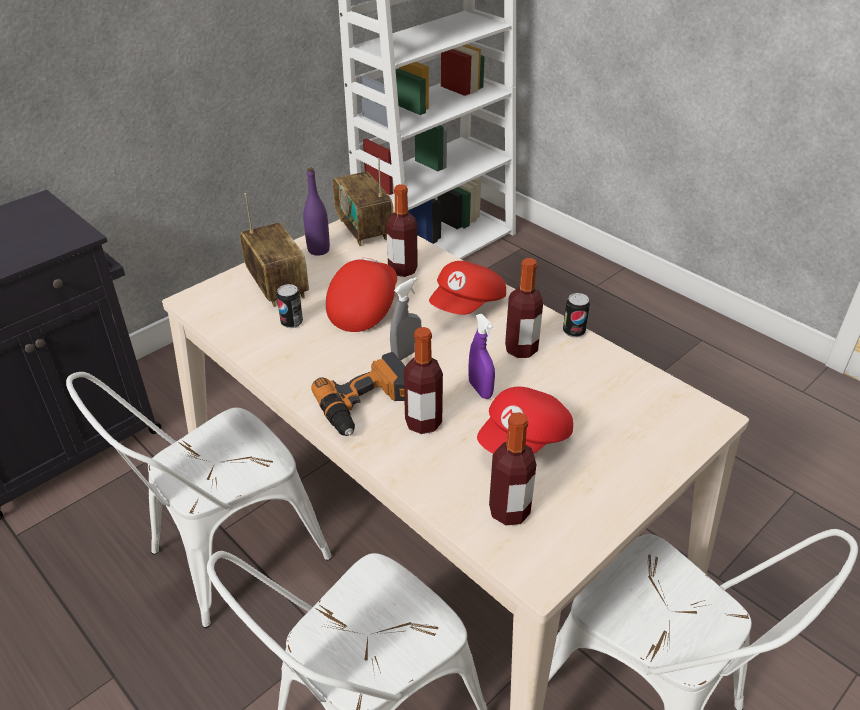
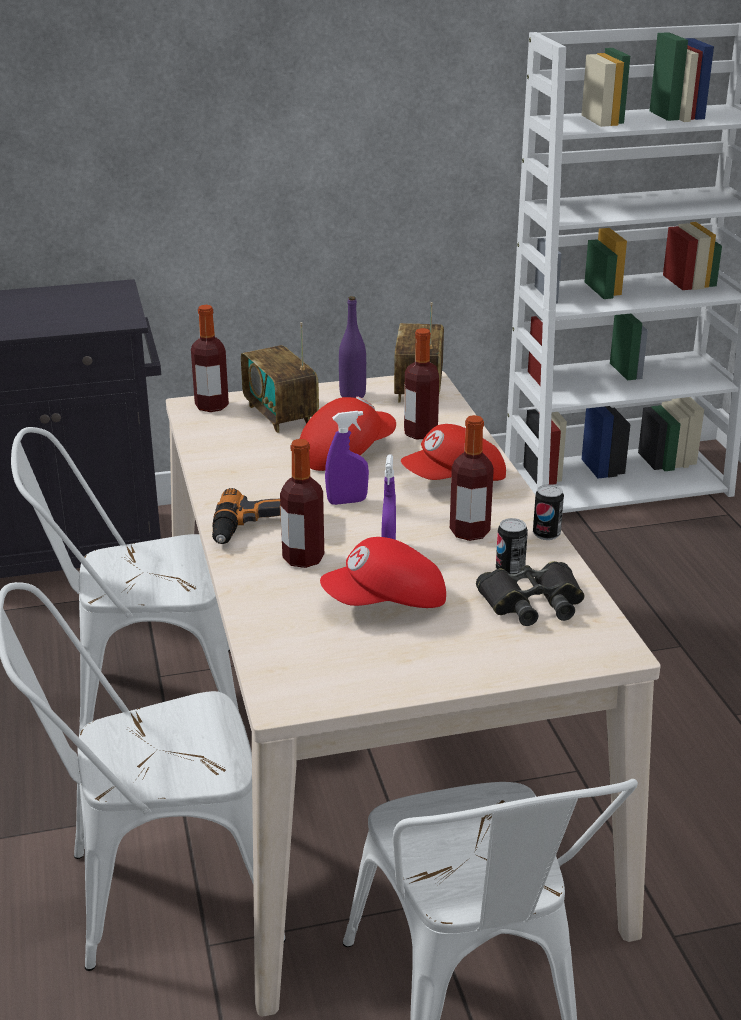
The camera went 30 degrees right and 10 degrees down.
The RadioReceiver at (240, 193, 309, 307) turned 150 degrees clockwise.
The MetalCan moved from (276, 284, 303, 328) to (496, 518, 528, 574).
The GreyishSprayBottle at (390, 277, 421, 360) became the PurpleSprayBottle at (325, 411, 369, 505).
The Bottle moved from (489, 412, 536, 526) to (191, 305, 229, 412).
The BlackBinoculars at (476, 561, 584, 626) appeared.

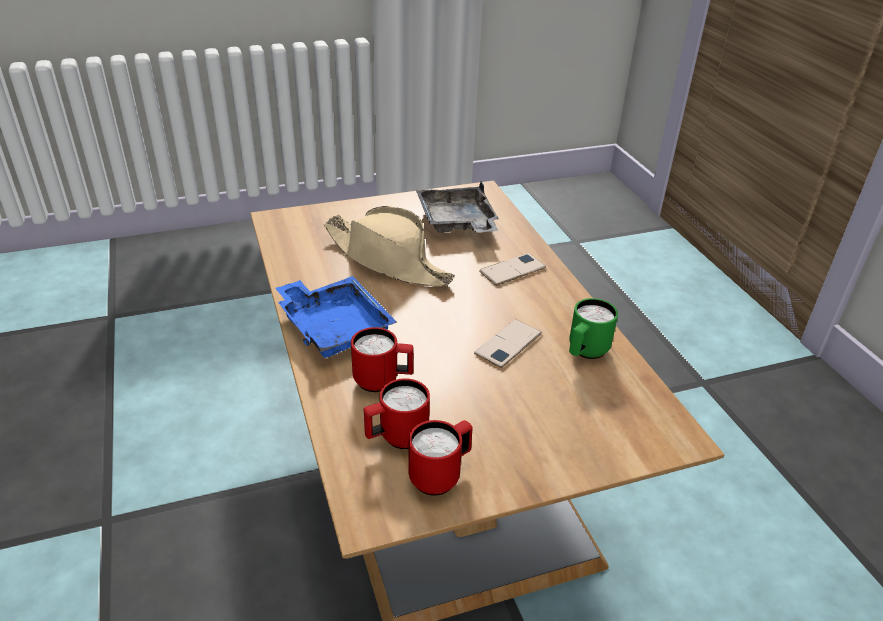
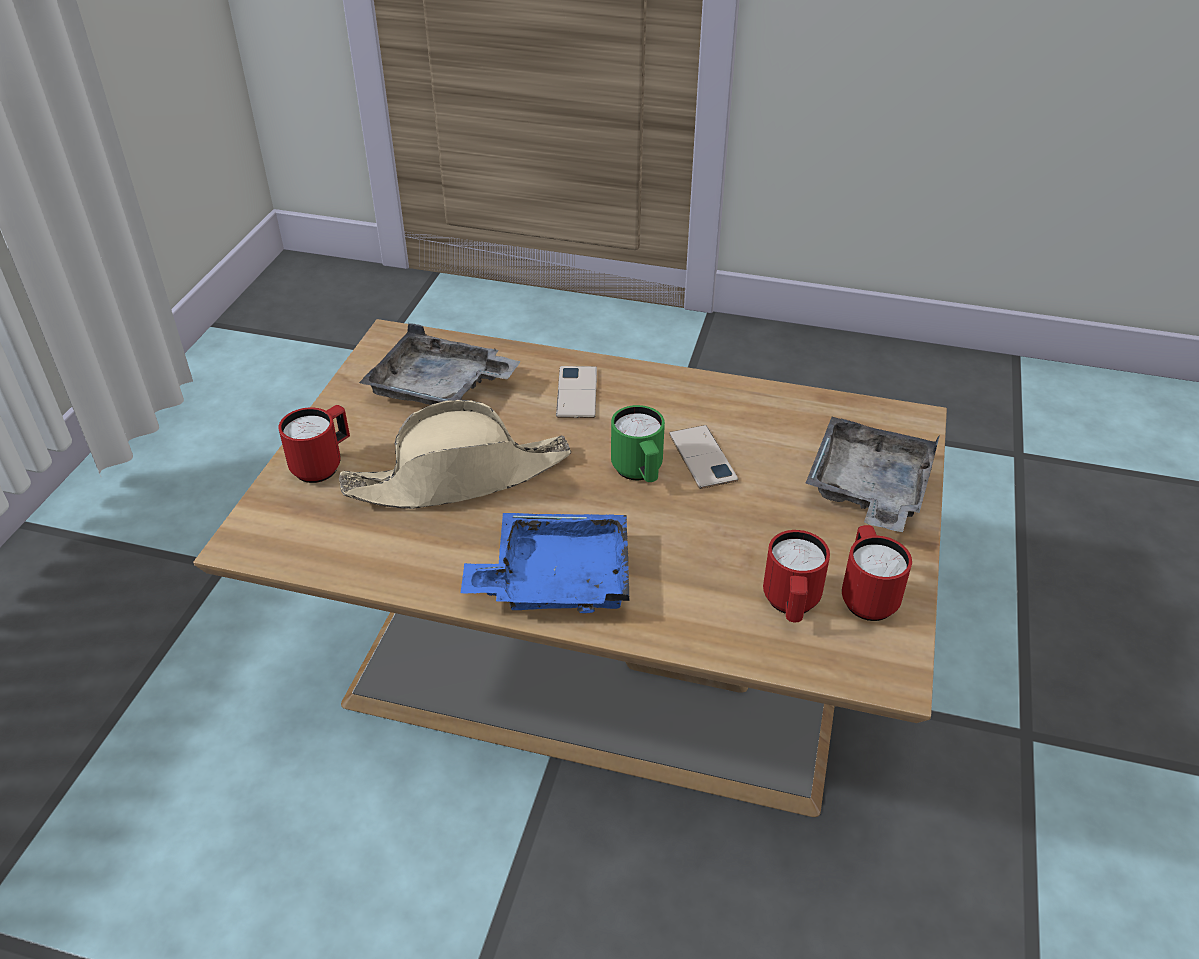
The camera went 55 degrees left and 5 degrees up.
The RedCoffeeMug moved from (351, 327, 413, 392) to (278, 405, 350, 483).
The GreenColouredCoffeeMug moved from (569, 298, 618, 359) to (611, 405, 665, 482).
The GreyishTray at (806, 417, 940, 532) appeared.

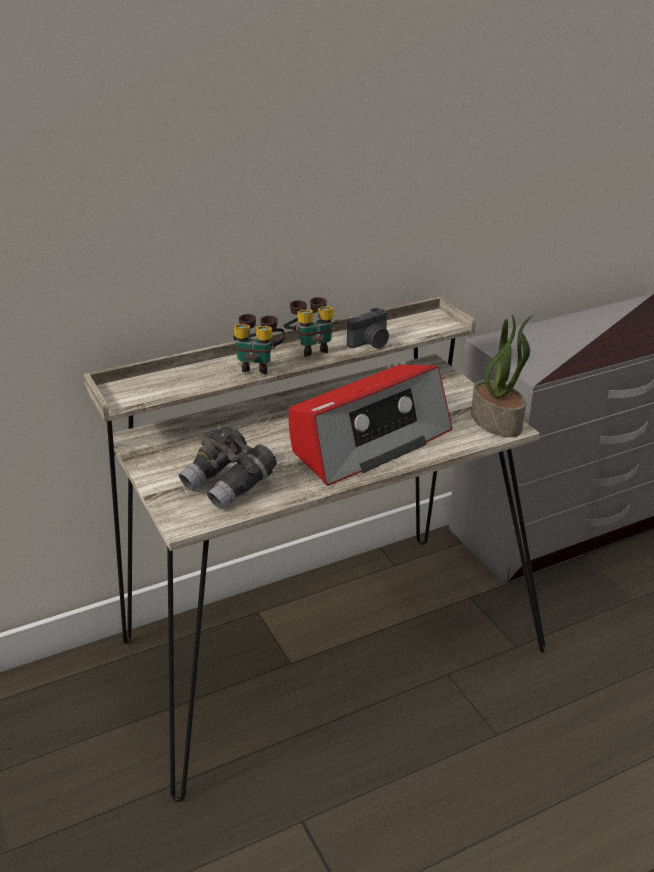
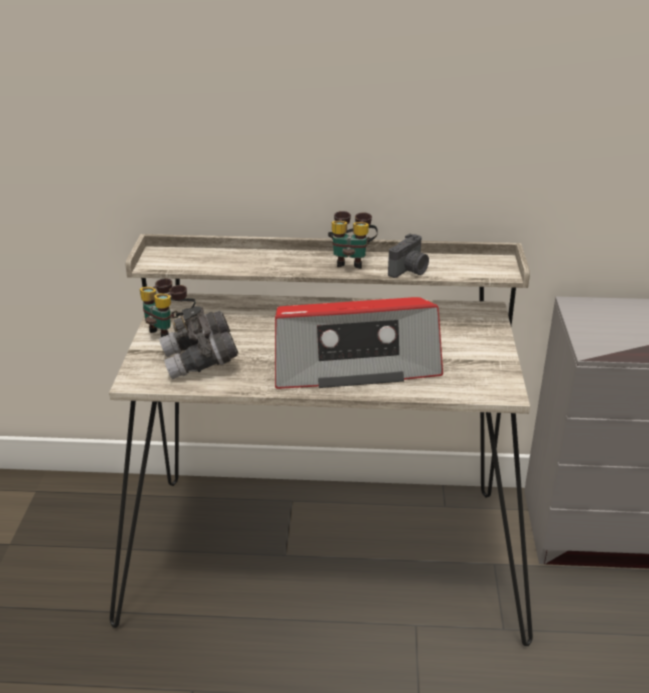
The camera went 30 degrees right and 0 degrees up.
The Binoculars moved from (234, 314, 285, 374) to (140, 278, 195, 337).
The StillCamera at (347, 308, 389, 349) turned 45 degrees counterclockwise.
The PottedPlant at (471, 315, 533, 437) disappeared.

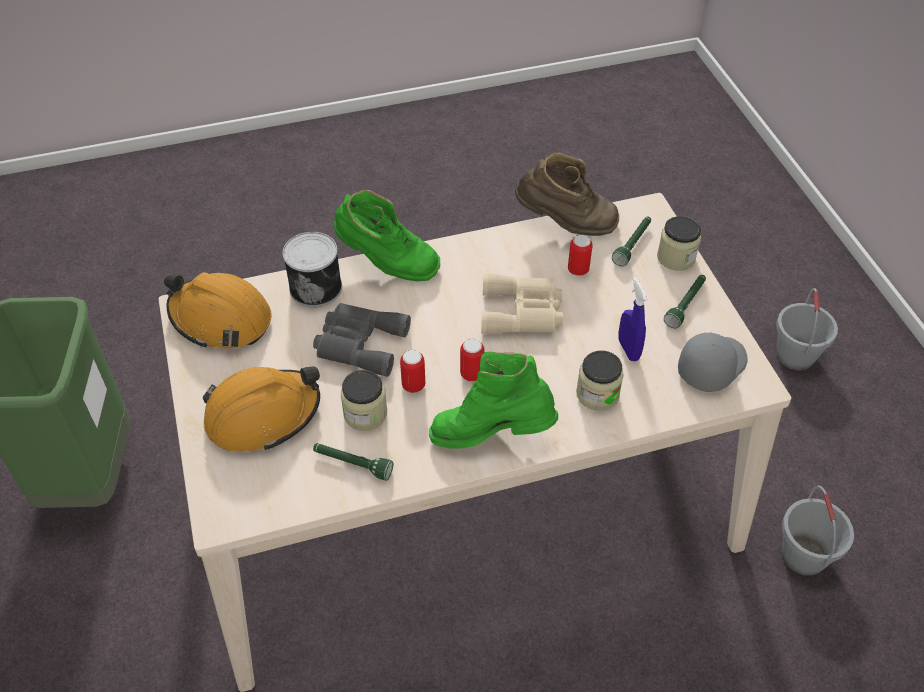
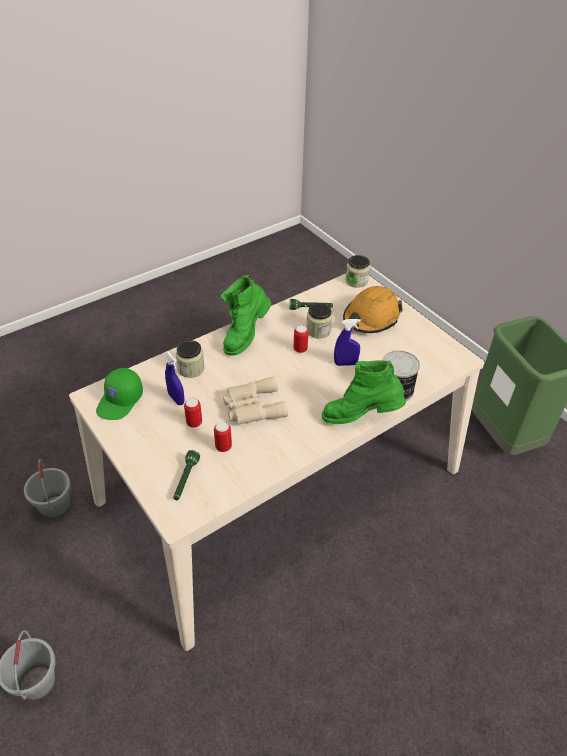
The camera went 160 degrees right and 5 degrees down.
The OrangeHardHat at (164, 272, 272, 348) disappeared.
The GreyishBinoculars at (313, 303, 411, 377) was replaced by the BluishSprayBottle at (334, 319, 361, 366).
The GreenColouredHighTopBoot at (429, 352, 558, 449) turned 135 degrees clockwise.
The MetalCan moved from (460, 339, 484, 382) to (184, 398, 202, 428).
The BrownHighTopBoot at (515, 152, 619, 236) disappeared.
The Jar moved from (657, 216, 701, 271) to (345, 255, 370, 288).
The GreenColouredTorch at (664, 275, 706, 328) disappeared.
The GreyishPeakedCap at (678, 332, 748, 392) became the GreenColouredPeakedCap at (96, 368, 143, 420).

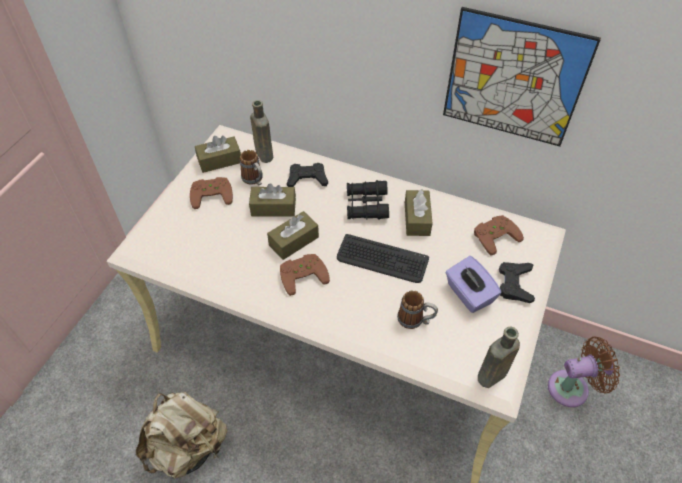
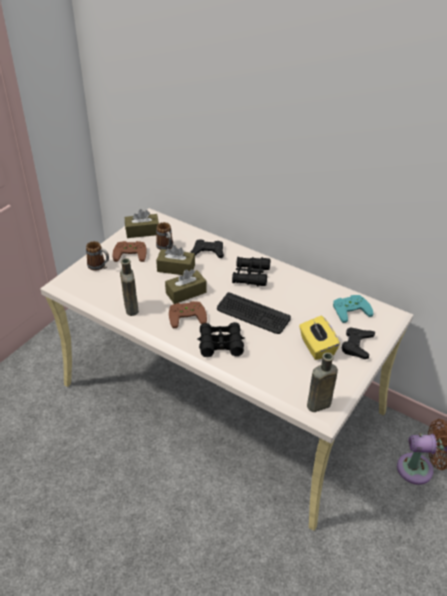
The camera went 10 degrees right and 10 degrees down.
The BeigeColouredRucksack at (136, 392, 227, 478) disappeared.
The BrownBottle moved from (250, 100, 273, 163) to (120, 258, 139, 316).
The CoffeeMug moved from (397, 291, 438, 329) to (86, 241, 109, 271).
The BrownBoxOfTissues at (405, 189, 433, 236) disappeared.
The WallPicture at (443, 7, 601, 147) disappeared.
The PurpleBoxOfTissues at (445, 256, 502, 313) became the YellowColouredBoxOfTissues at (299, 316, 340, 360).
The BrownGameController at (474, 215, 524, 256) became the TurquoiseGameController at (333, 295, 373, 323).
The BlackBinoculars at (197, 322, 245, 357) appeared.

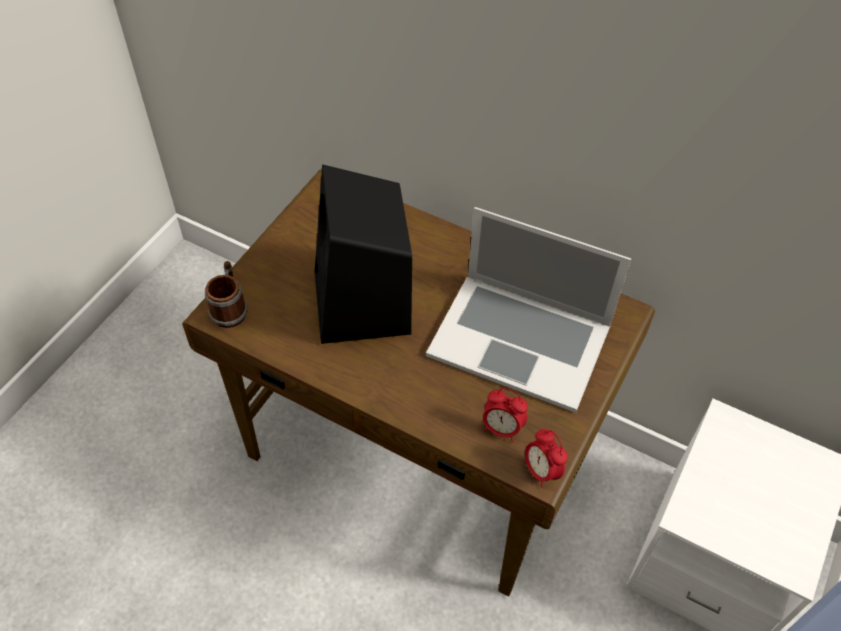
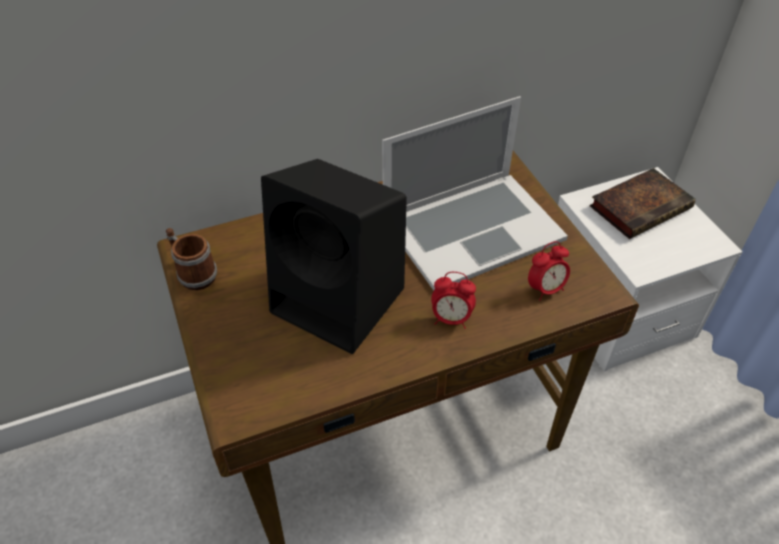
The camera went 50 degrees left and 5 degrees down.
The CoffeeMug moved from (205, 261, 247, 328) to (166, 228, 217, 290).
The TableClock moved from (524, 429, 568, 488) to (431, 272, 476, 329).
The BoundBook at (590, 168, 695, 239) appeared.

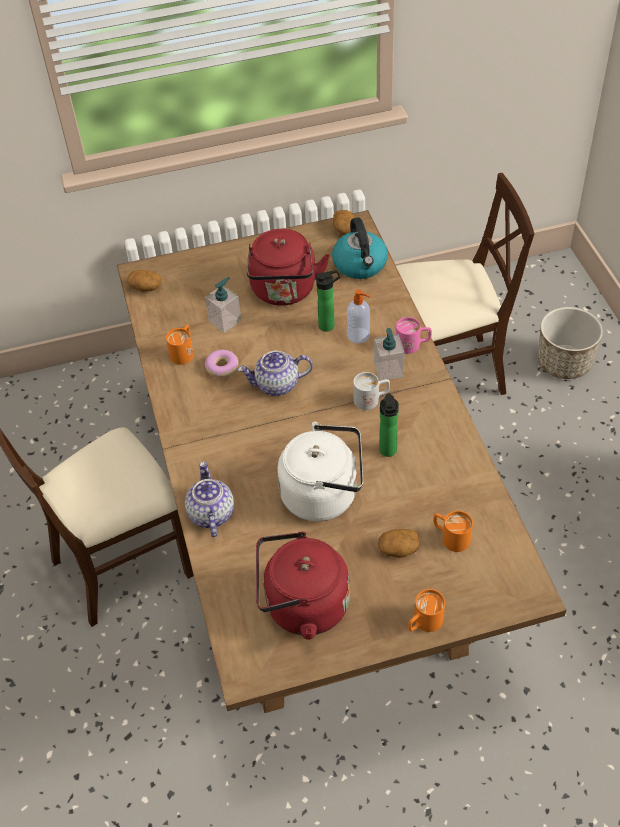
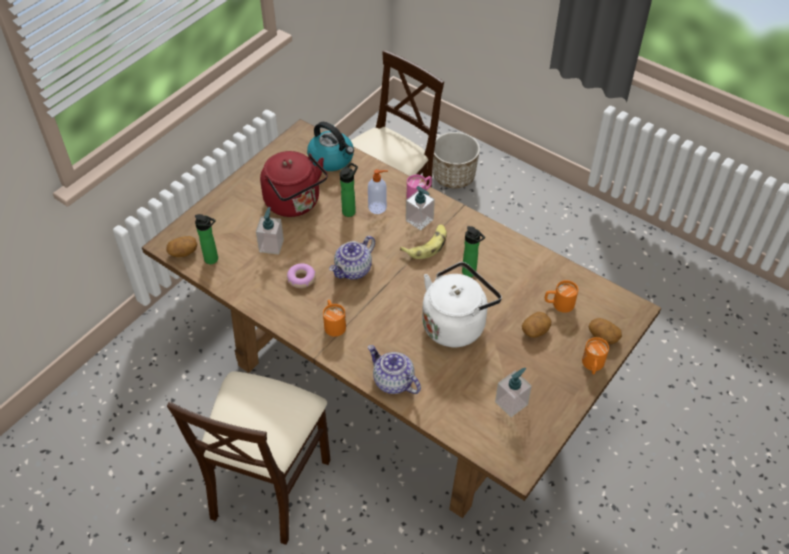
The camera went 40 degrees left and 0 degrees up.
The OrangeCoffeeMug moved from (166, 324, 194, 365) to (323, 300, 346, 337).
The RedKettle at (256, 532, 350, 640) was replaced by the SoapDispenser at (495, 368, 532, 417).
The Spud moved from (333, 210, 355, 235) to (589, 318, 622, 344).
The WhitishCoffeeMug at (353, 372, 390, 410) was replaced by the BananaFruit at (400, 224, 447, 259).
The Bottle at (195, 214, 218, 264) appeared.

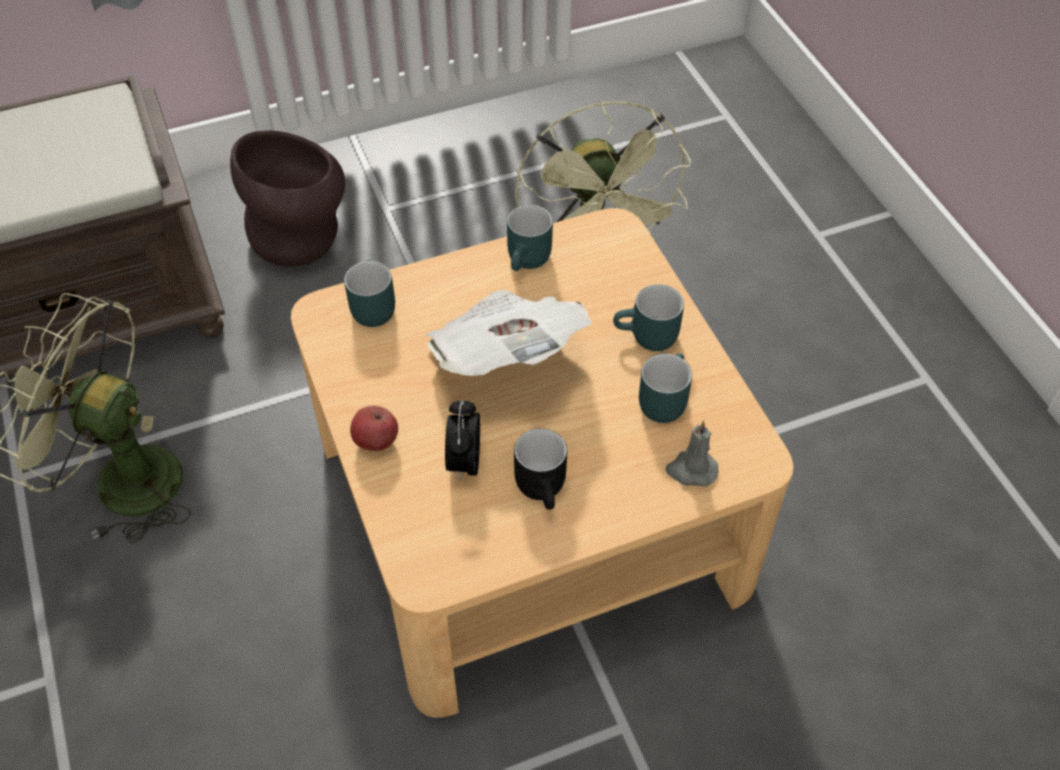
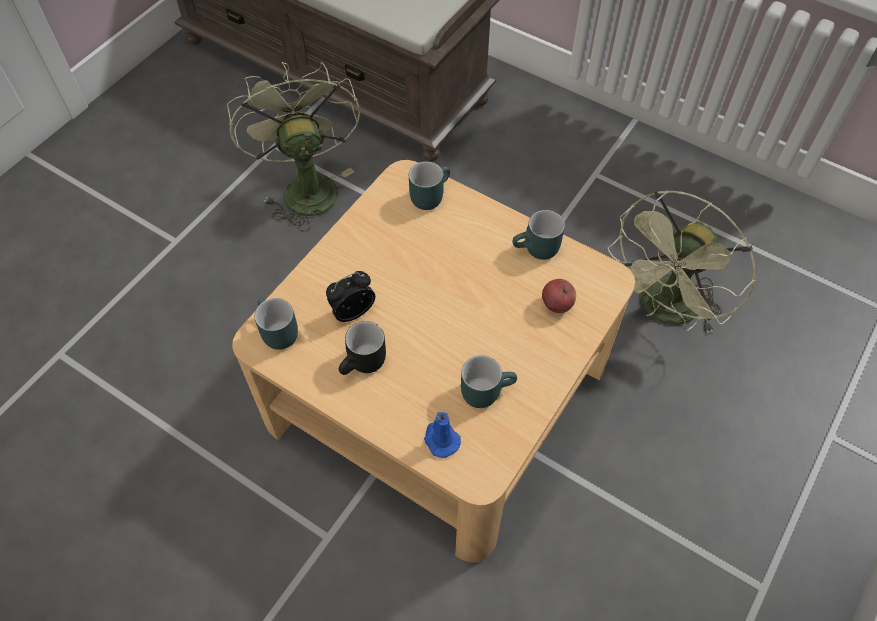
The camera went 55 degrees right and 5 degrees up.
The BrownVase at (230, 131, 345, 267) disappeared.
The WholeApple moved from (350, 405, 398, 451) to (542, 279, 576, 313).
The DailyPaper at (426, 290, 592, 376) disappeared.
The TurquoiseCoffeeMug moved from (613, 284, 684, 351) to (254, 298, 298, 350).
The GreyishWaxLight at (665, 421, 719, 487) became the BluishWaxLight at (424, 412, 461, 458).

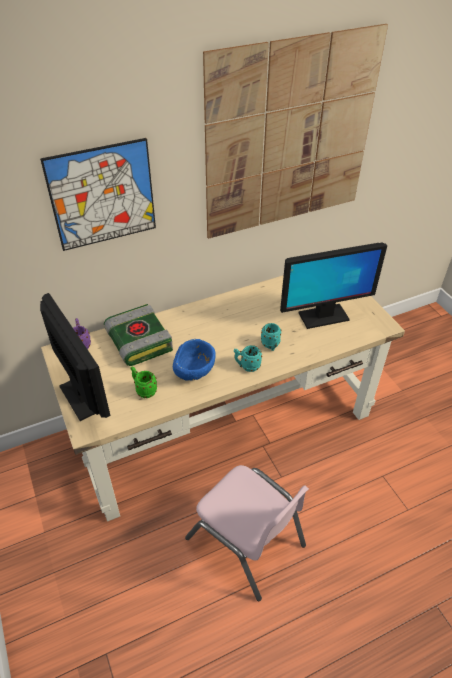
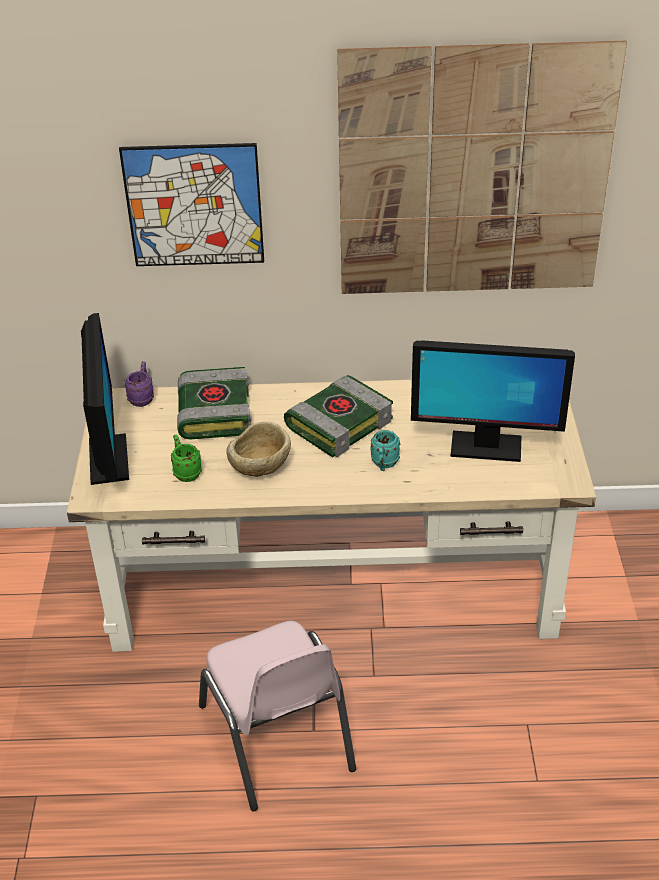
The camera went 25 degrees right and 5 degrees down.
The BluishBowl at (173, 339, 216, 381) became the BeigeColouredBowl at (226, 422, 291, 477).
The TurquoiseCoffeeMug at (234, 345, 262, 372) disappeared.
The BoundBook at (284, 375, 393, 458) appeared.

